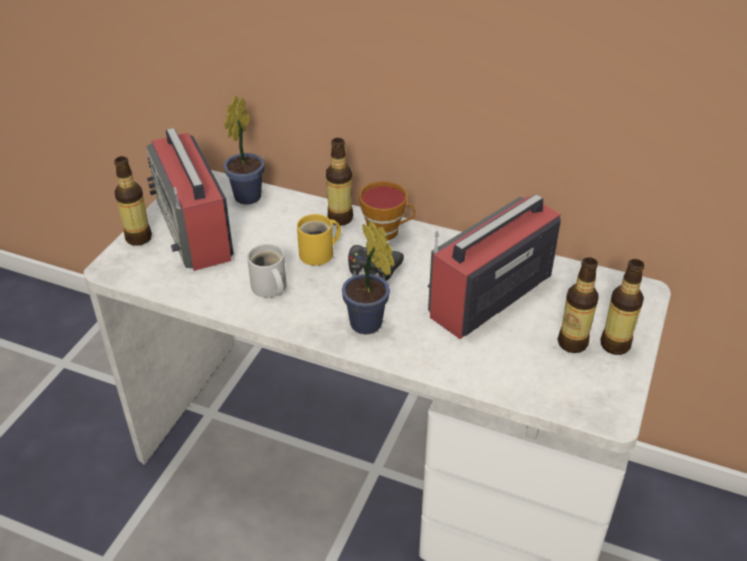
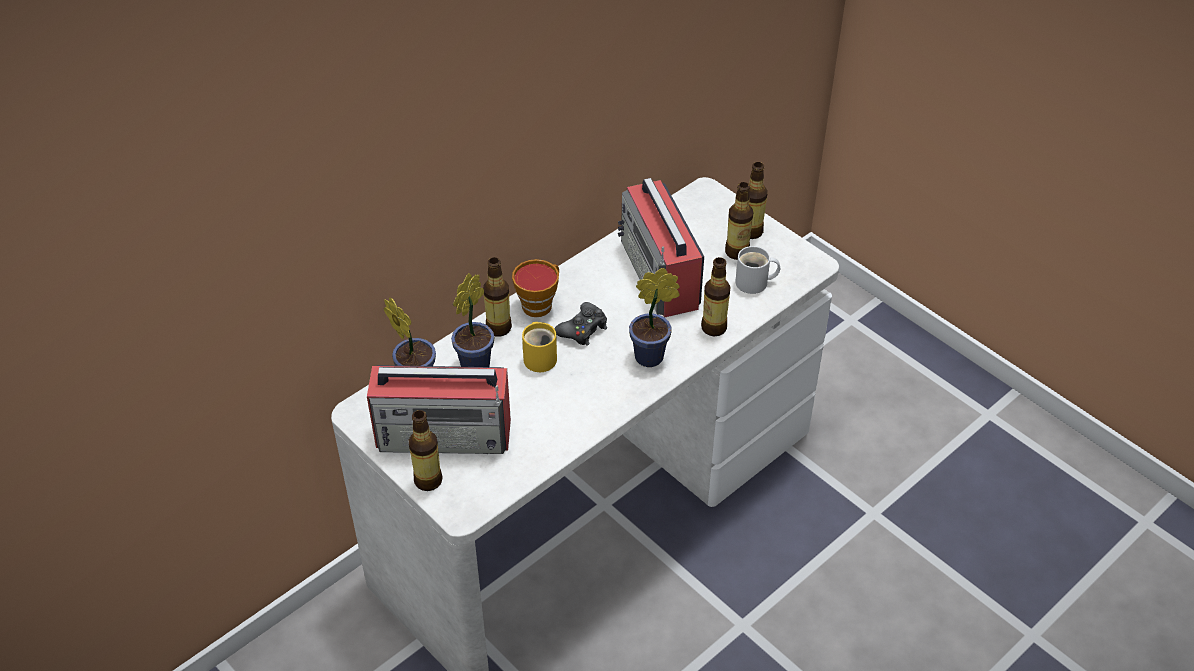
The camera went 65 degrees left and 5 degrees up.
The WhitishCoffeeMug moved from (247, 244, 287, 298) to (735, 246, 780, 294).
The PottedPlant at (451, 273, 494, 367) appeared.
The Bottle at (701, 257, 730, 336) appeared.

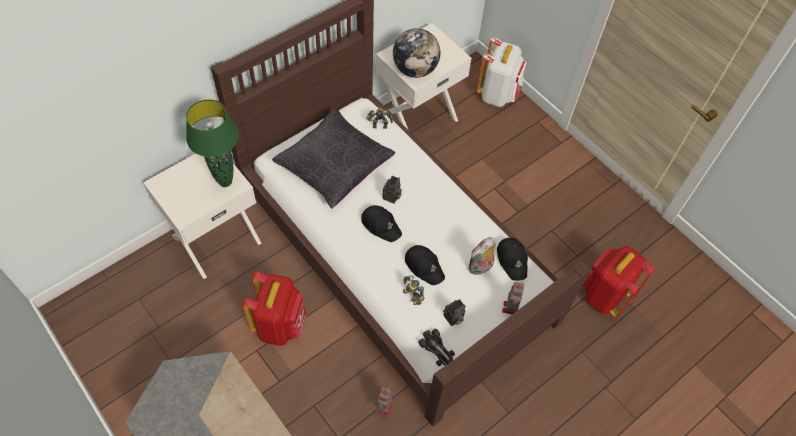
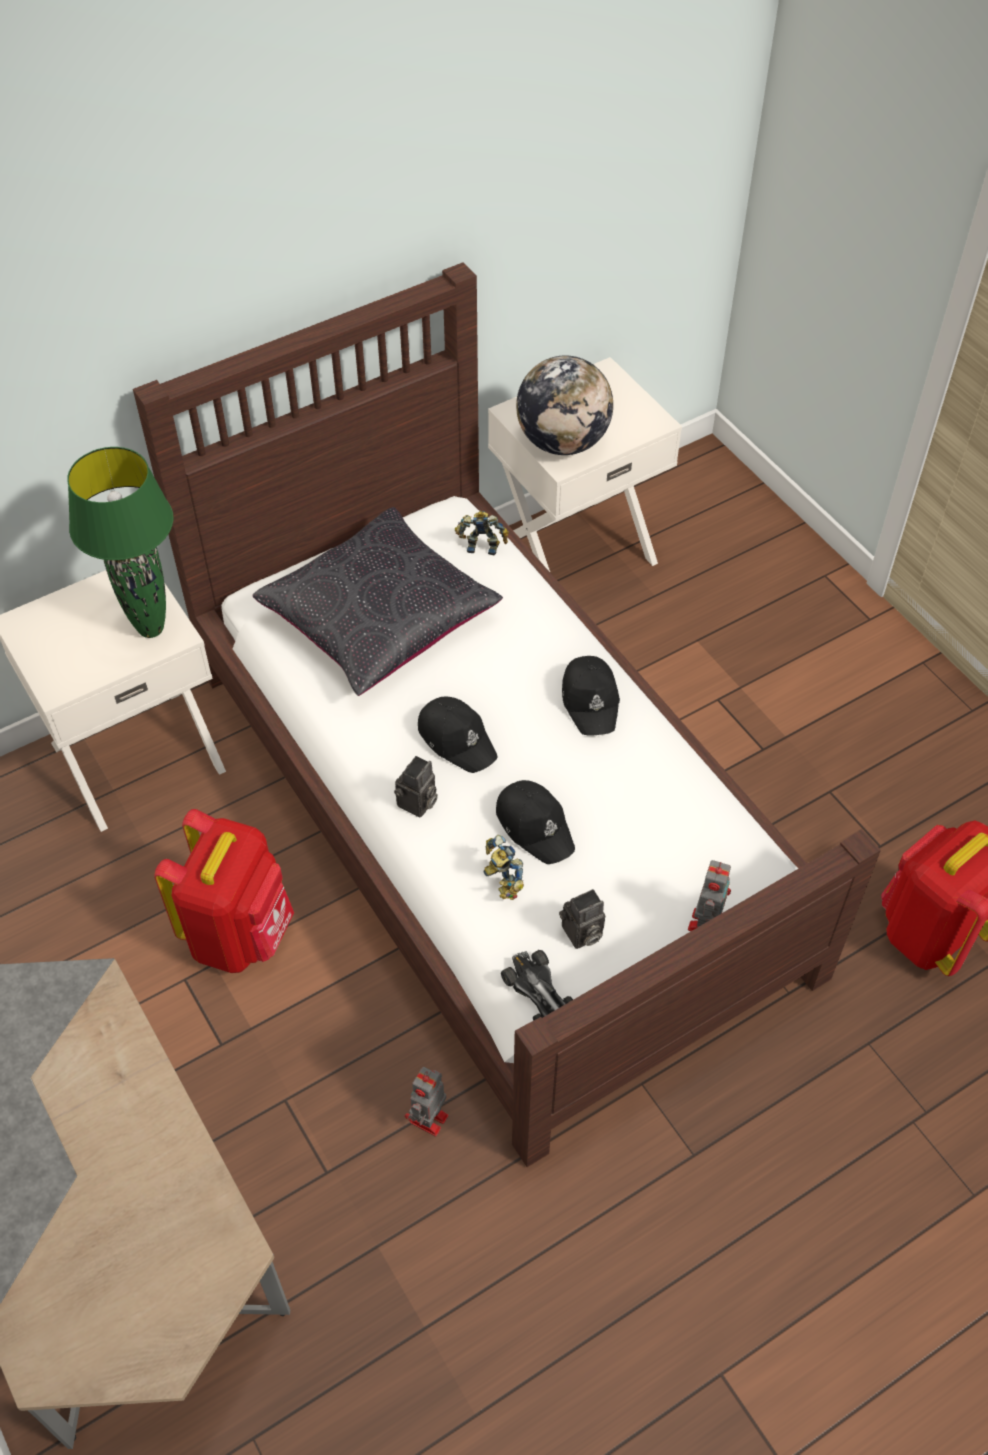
The camera went 10 degrees right and 5 degrees down.
The StillCamera moved from (382, 176, 402, 204) to (394, 756, 438, 818).
The PlushToy at (469, 237, 496, 276) disappeared.
The WhitishRucksack at (476, 37, 527, 107) disappeared.
The BlackPeakedCap moved from (497, 238, 528, 281) to (562, 656, 620, 736).

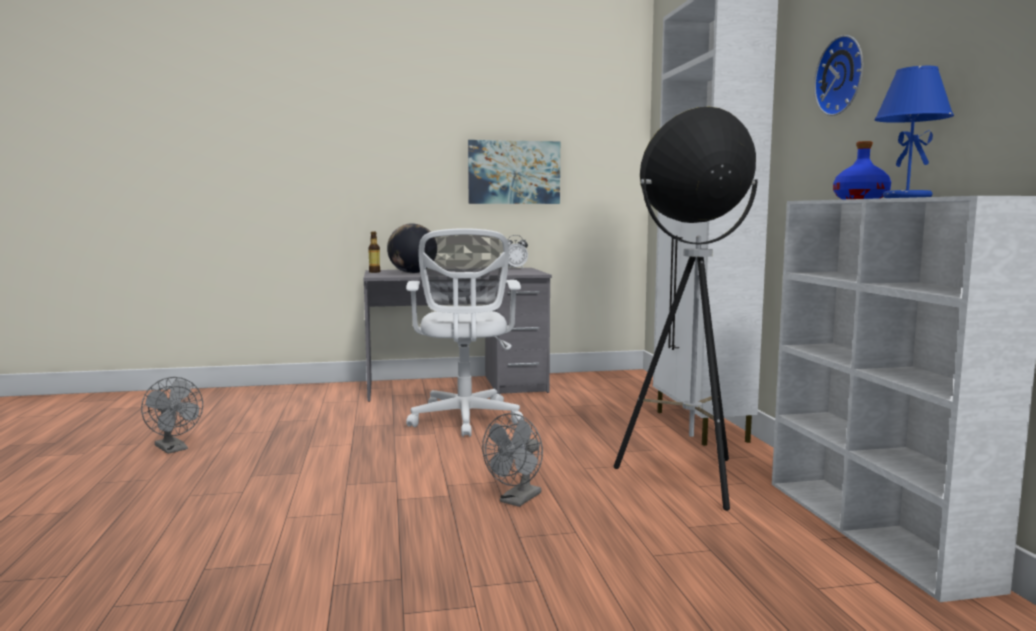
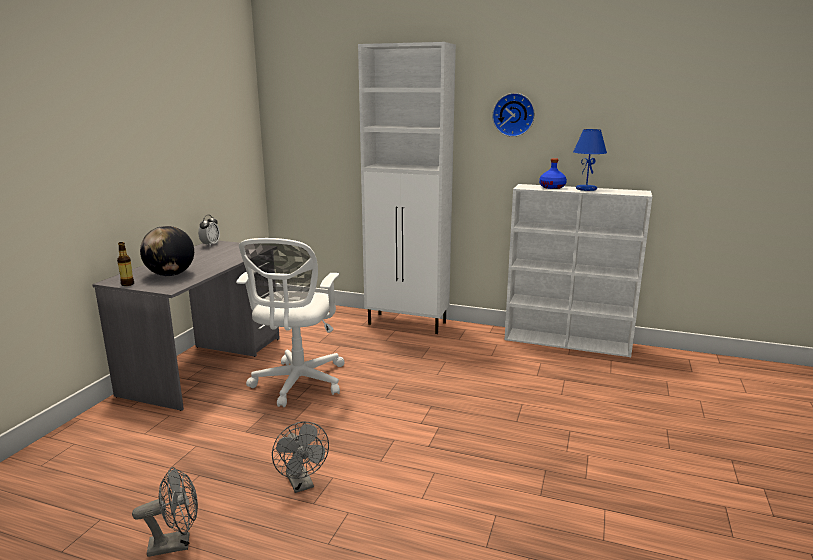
The camera went 60 degrees left and 10 degrees up.
The WhitishDeskChair at (406, 228, 524, 437) turned 75 degrees clockwise.
The WallPicture at (468, 140, 560, 204) disappeared.
The GreyishCoolingFan moved from (482, 413, 543, 507) to (272, 422, 329, 493).
The FloorLamp at (614, 107, 758, 511) disappeared.

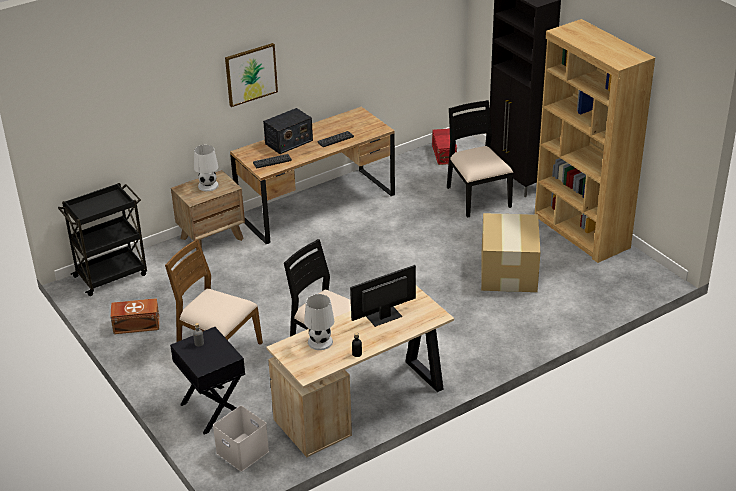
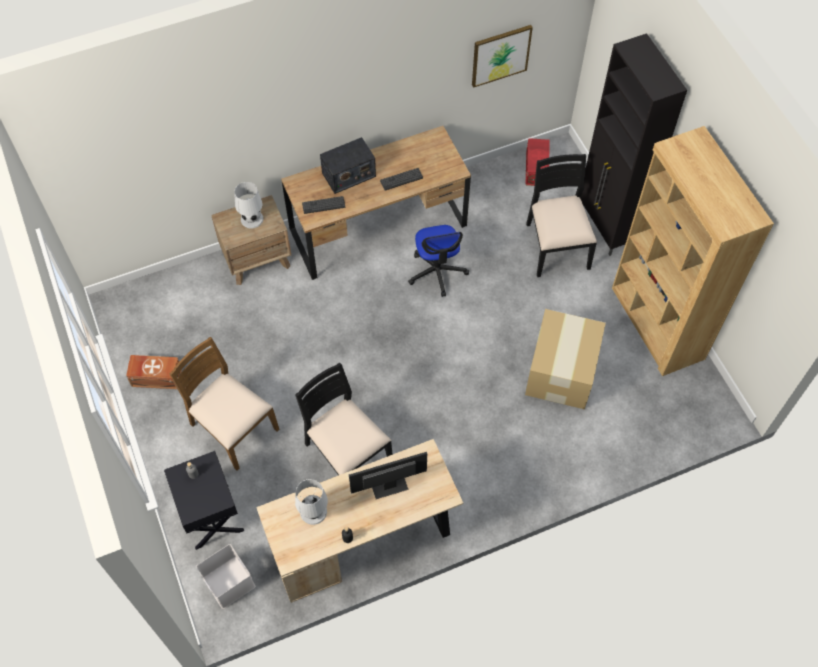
The camera went 10 degrees right and 25 degrees up.
The BlackCart at (58, 183, 147, 296) disappeared.
The WallPicture moved from (225, 43, 278, 107) to (472, 25, 533, 88).
The DeskChair at (408, 225, 469, 297) appeared.

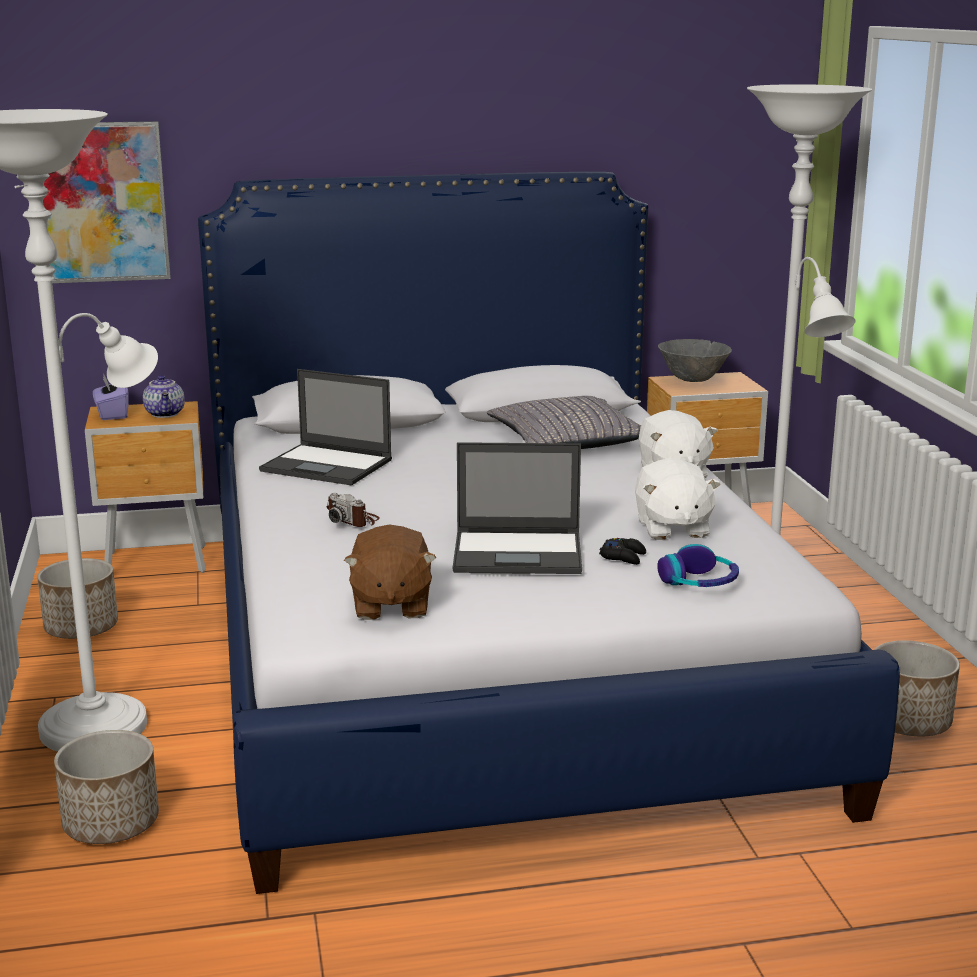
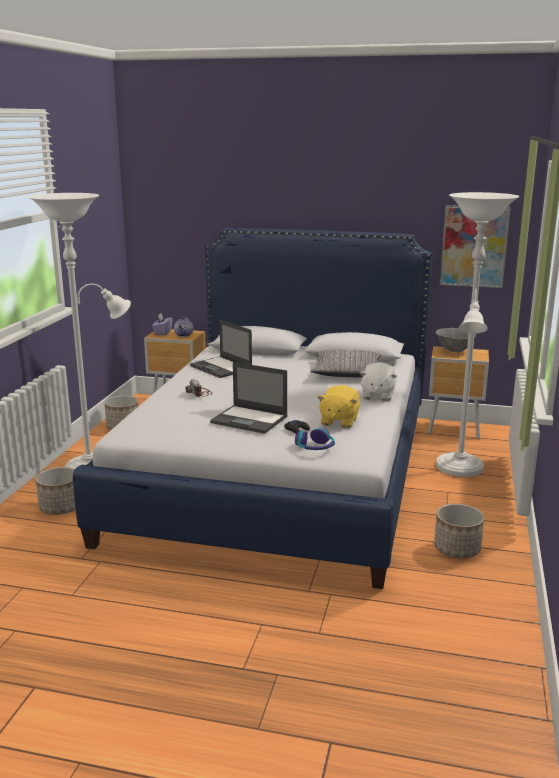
The camera went 25 degrees right and 0 degrees up.
The WallPicture moved from (43, 121, 171, 283) to (440, 205, 511, 288).
The BrownPlushToy at (344, 524, 436, 620) disappeared.
The WhitishPlushToy at (635, 458, 721, 540) became the YellowColouredPlushToy at (317, 385, 360, 428).

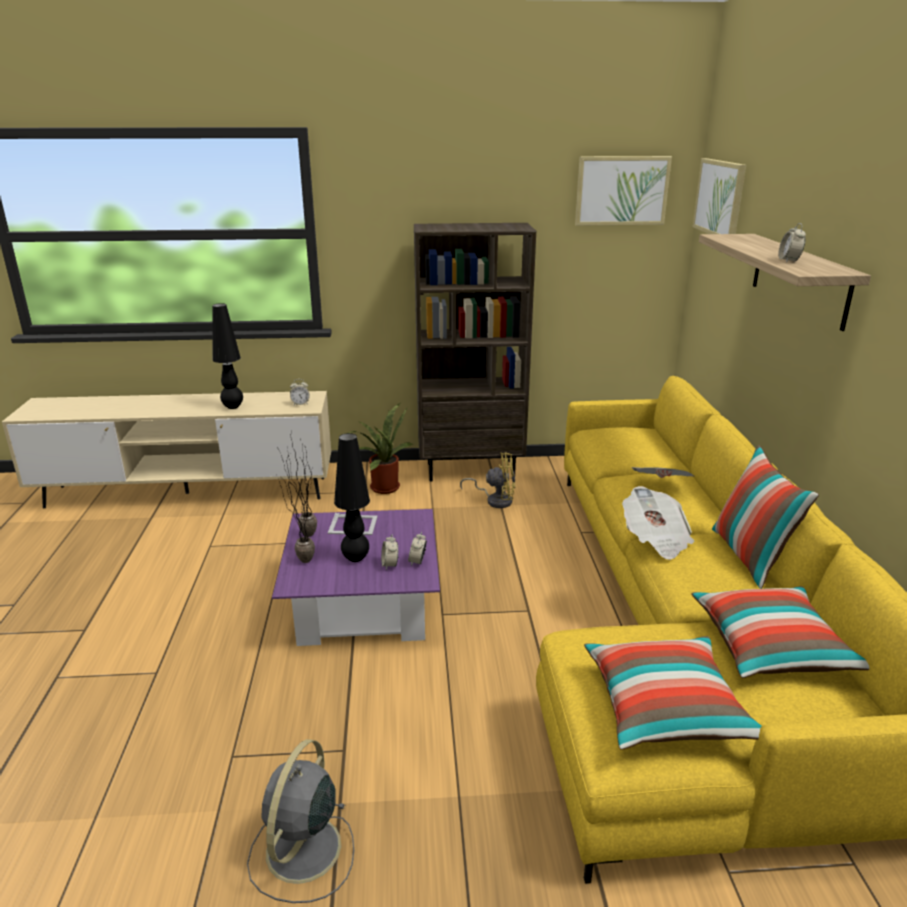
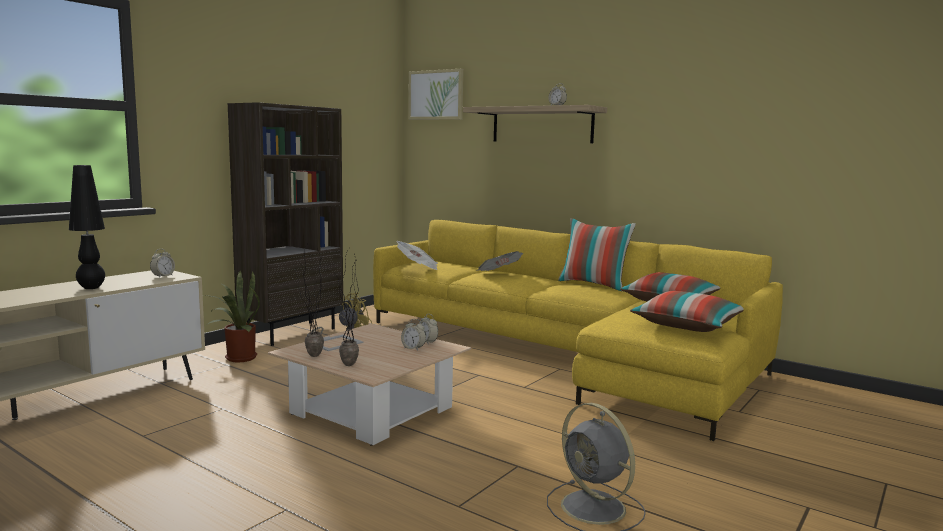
The camera went 50 degrees left and 15 degrees down.
The PurpleLoungeTable at (272, 509, 440, 646) became the BeigeColouredLoungeTable at (268, 324, 471, 445).
The BlackLampForATable at (334, 433, 370, 562) disappeared.
The WallPicture at (575, 156, 672, 226) disappeared.
The DailyPaper moved from (622, 486, 694, 560) to (397, 241, 438, 270).

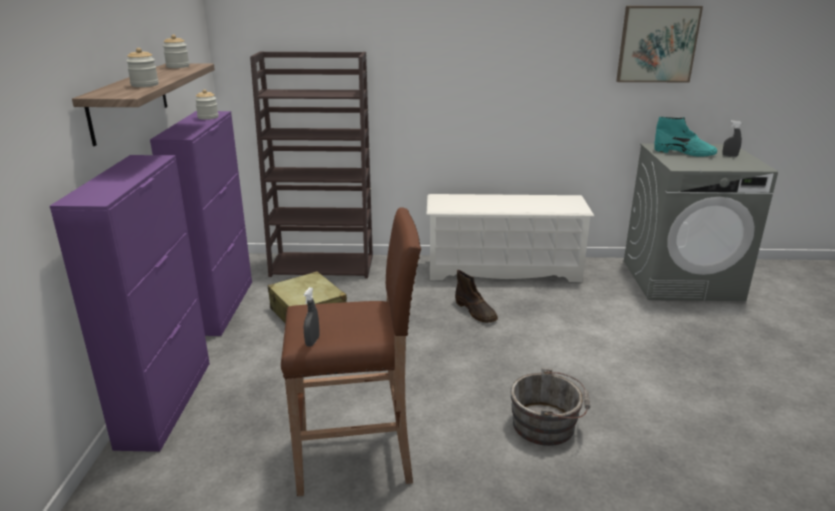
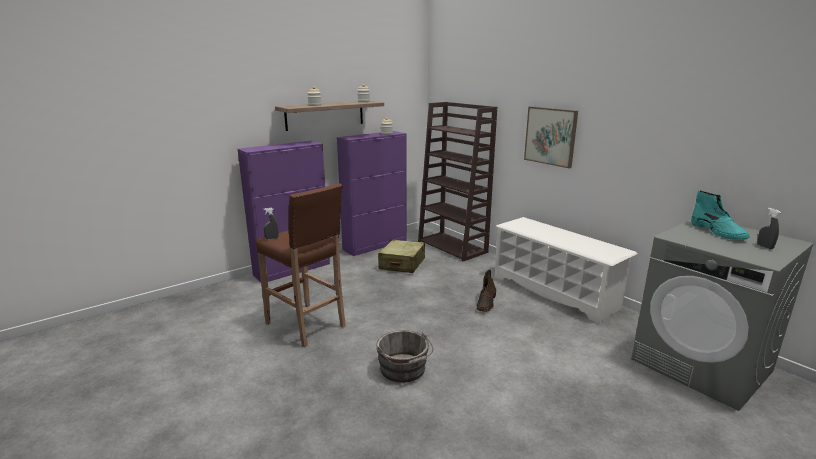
The camera went 50 degrees right and 5 degrees down.
The WallPicture moved from (616, 6, 703, 82) to (524, 106, 578, 168).

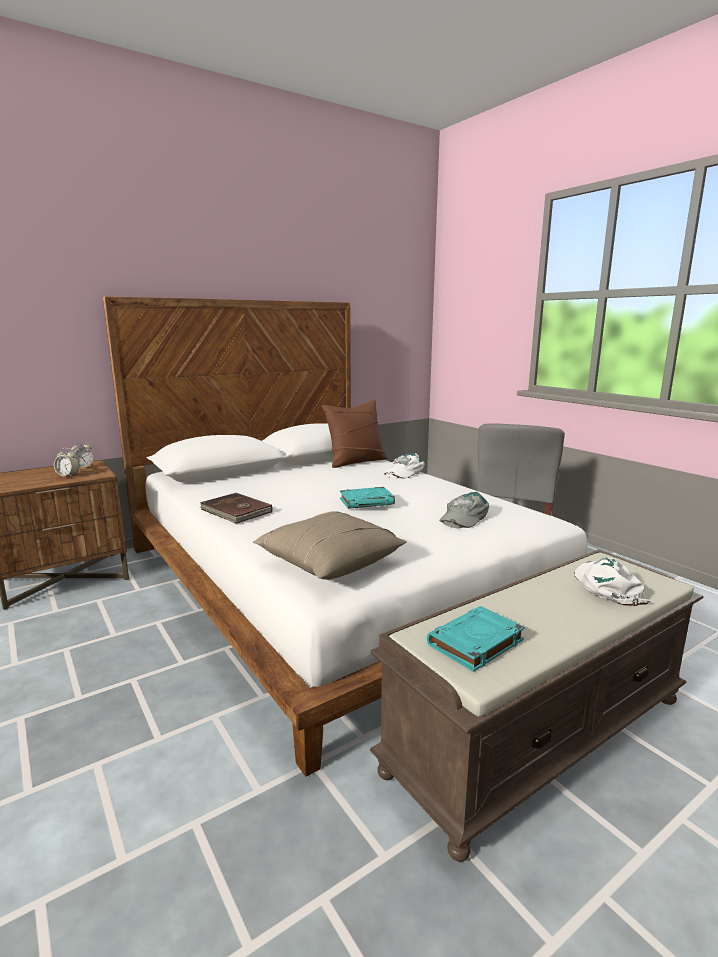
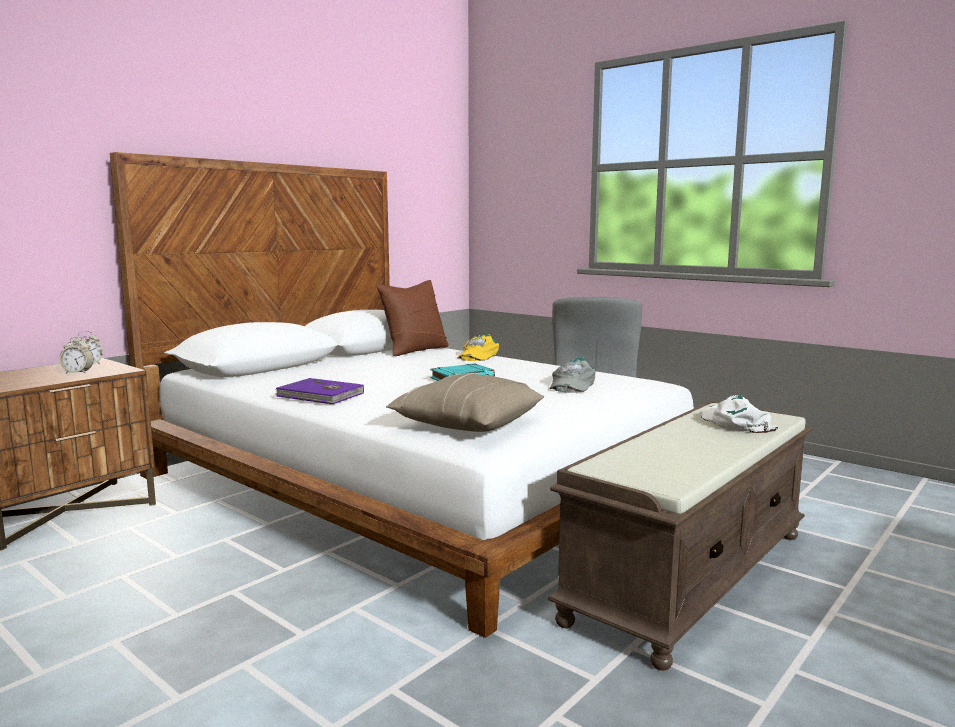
The camera went 15 degrees left and 5 degrees down.
The BrownBoundBook at (200, 493, 272, 524) became the PurpleBoundBook at (275, 378, 364, 404).
The WhitishPeakedCap at (384, 453, 425, 479) became the YellowColouredPeakedCap at (458, 334, 499, 361).
The TurquoiseBoundBook at (427, 606, 525, 672) disappeared.

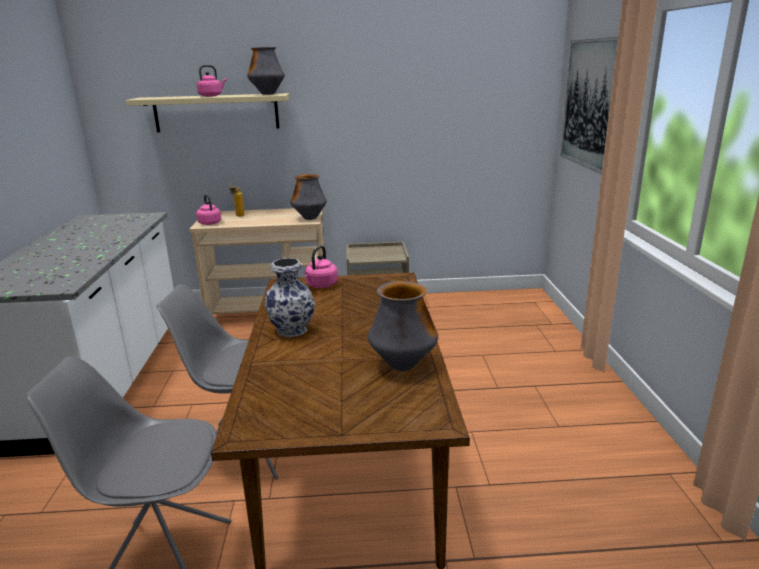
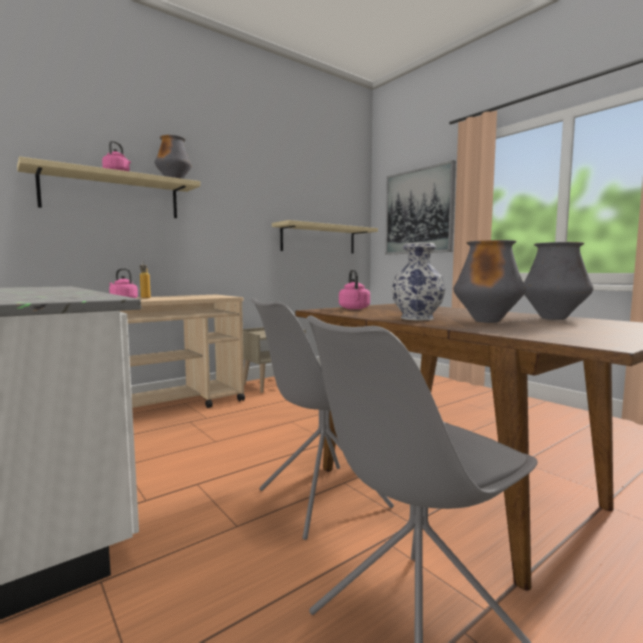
The camera went 35 degrees left and 15 degrees down.
The Vase moved from (290, 174, 327, 220) to (453, 240, 526, 323).
The BeigeColouredBracketShelf at (272, 220, 378, 254) appeared.

